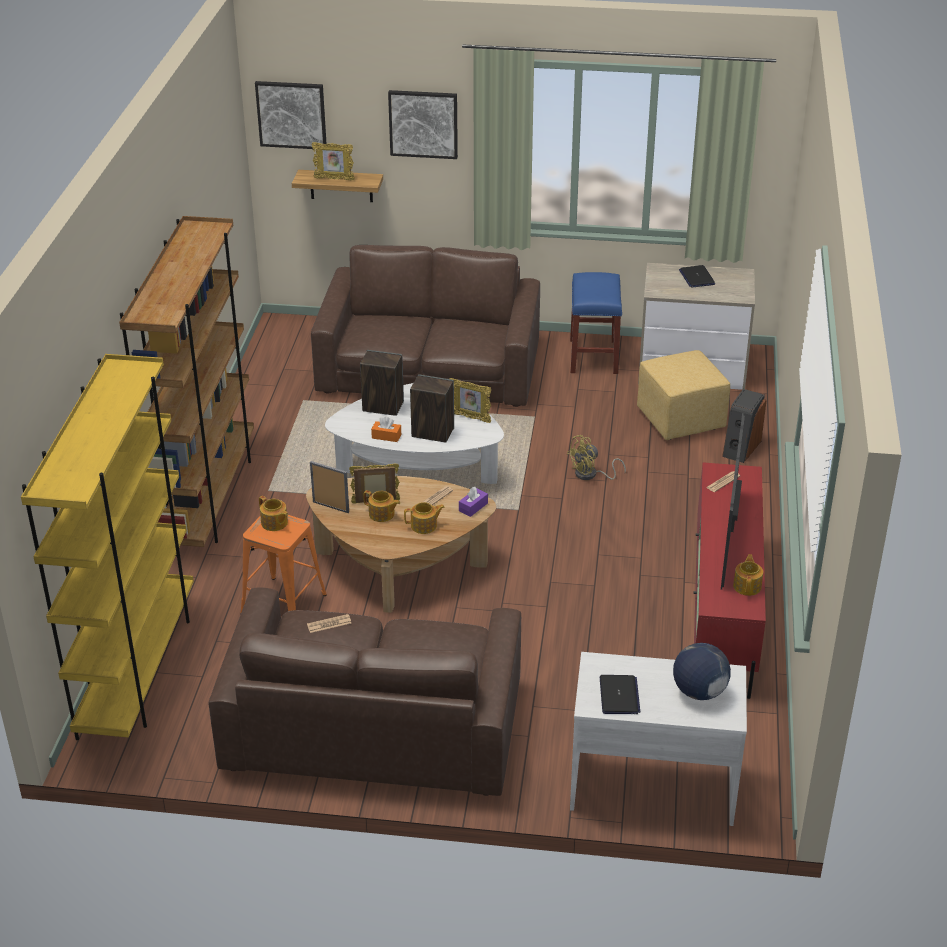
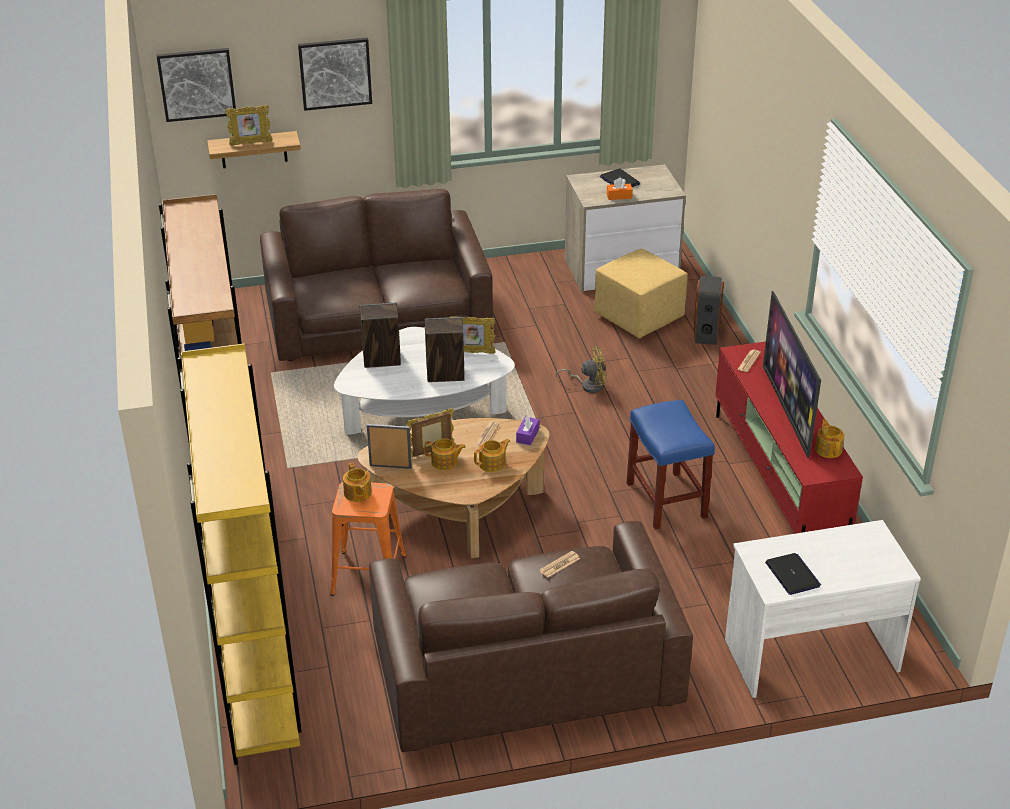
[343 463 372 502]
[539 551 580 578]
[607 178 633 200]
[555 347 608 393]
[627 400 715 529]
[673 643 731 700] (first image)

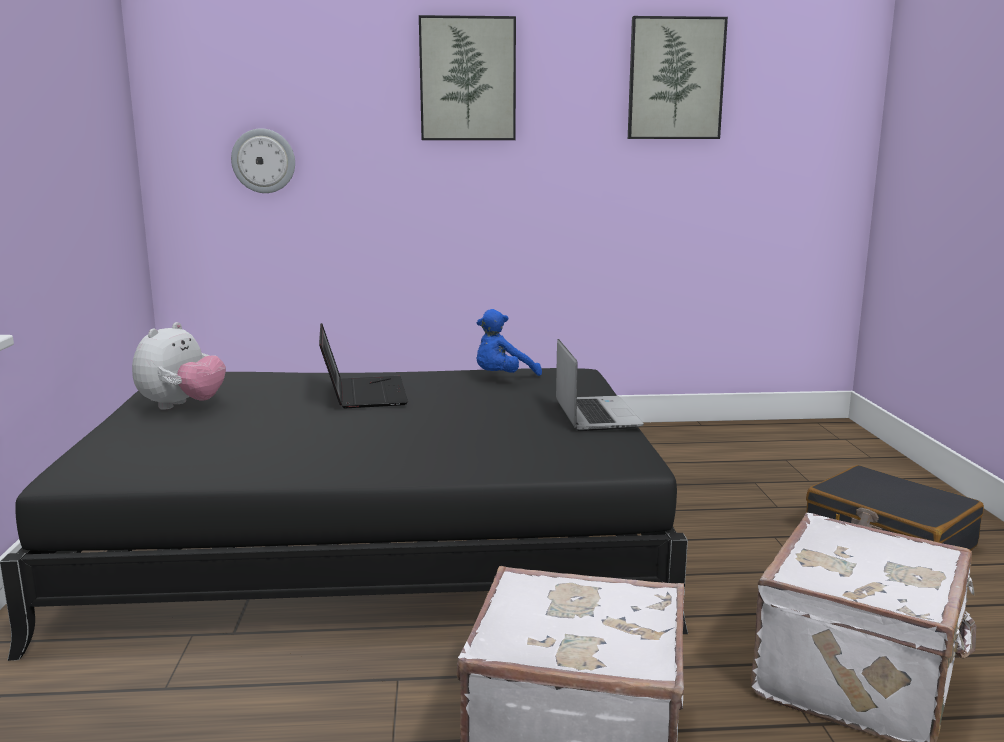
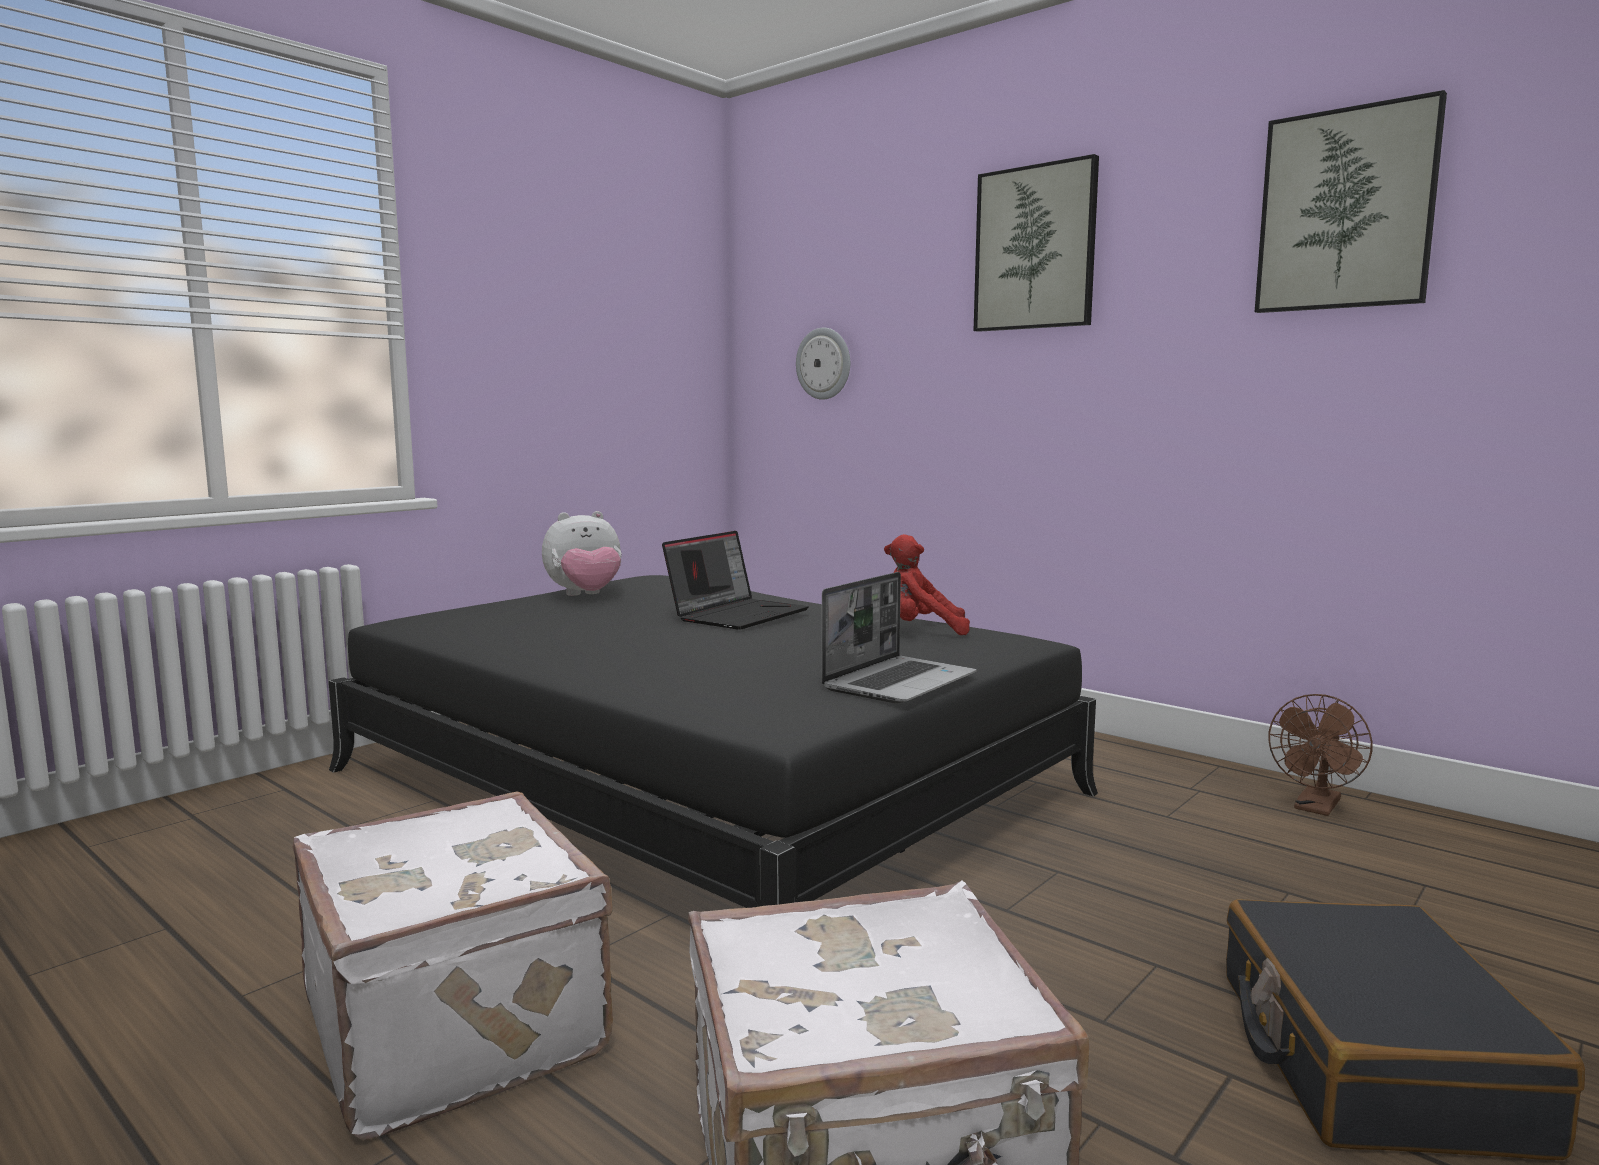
[884 534 970 635]
[1269 694 1373 816]

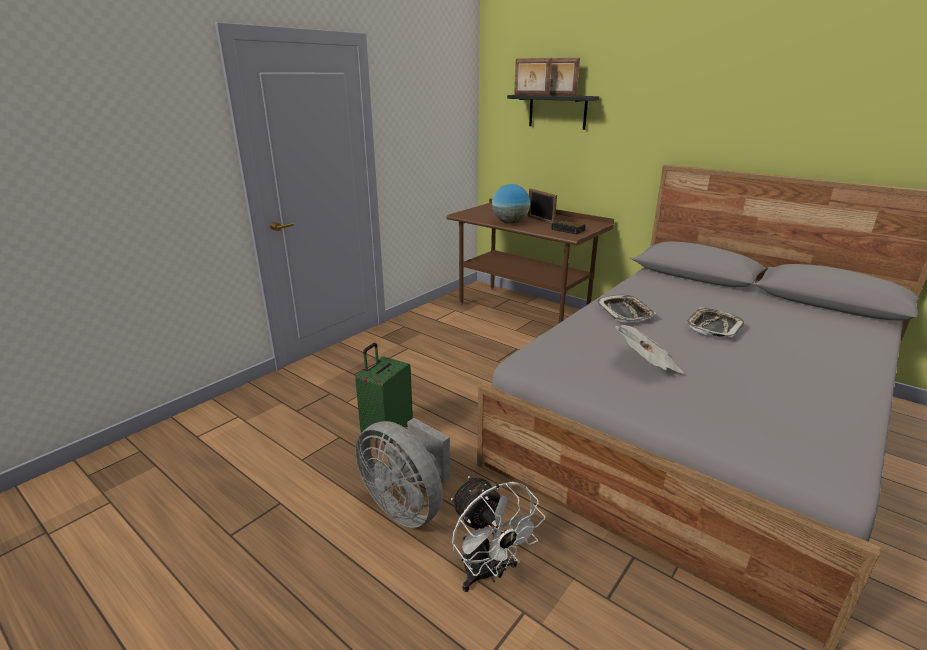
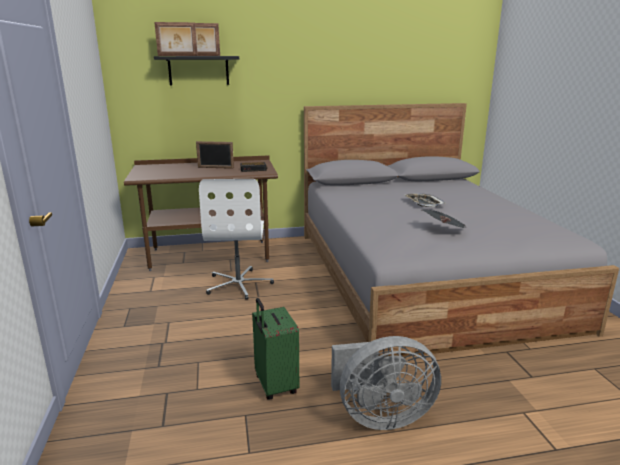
[451 476 545 592] (first image)
[492 184 530 223] (first image)
[597 295 656 322] (first image)
[199 179 274 300]

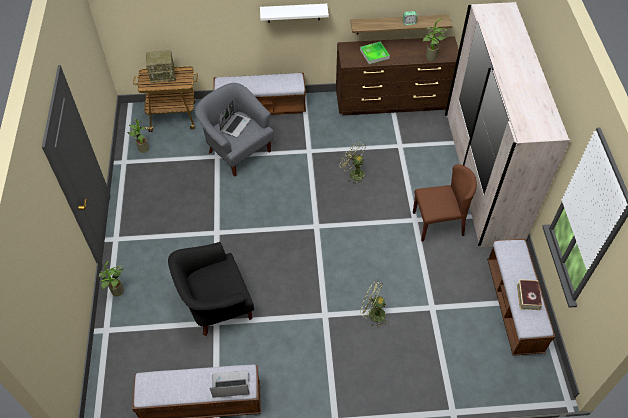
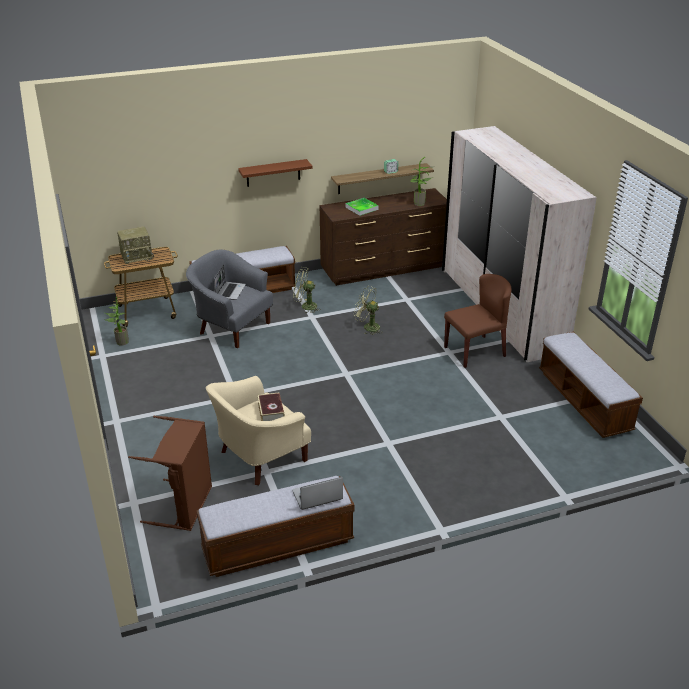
[98 261 124 296] (first image)
[206 376 311 485]
[238 159 312 187]
[293 267 321 314]
[257 393 285 421]
[128 416 212 531]

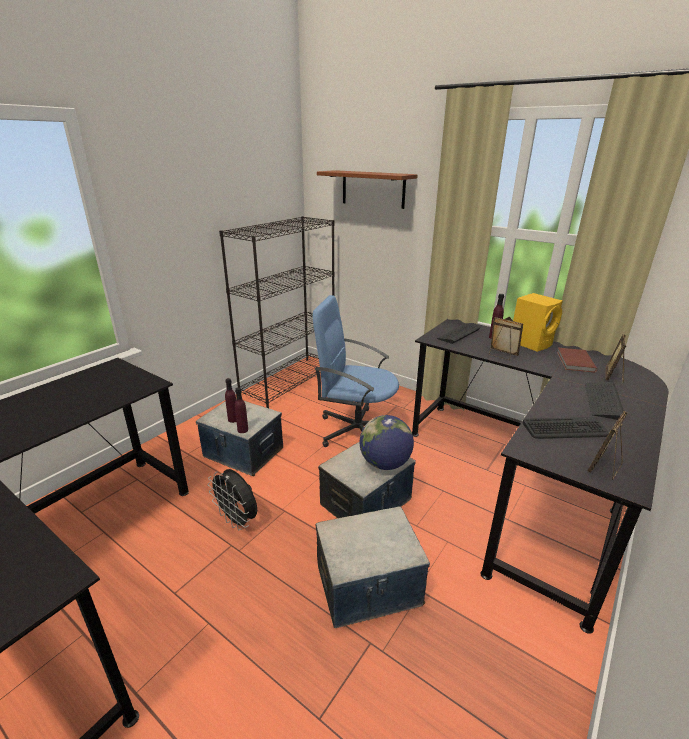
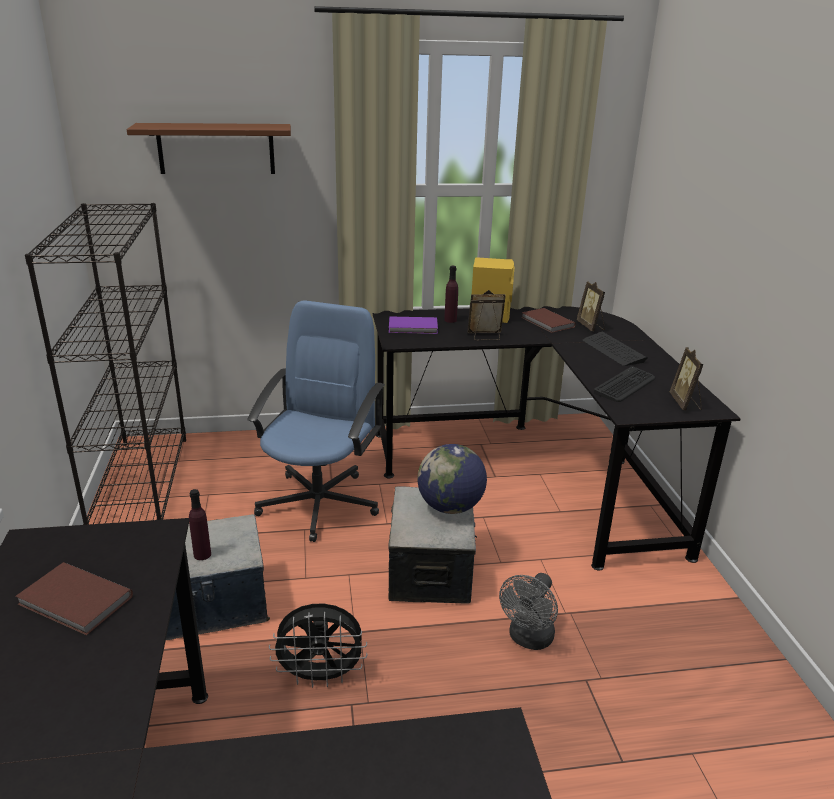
[235 387 248 433] (first image)
[247 300 385 542]
[499 573 558 650]
[389 317 438 334]
[15 562 133 635]

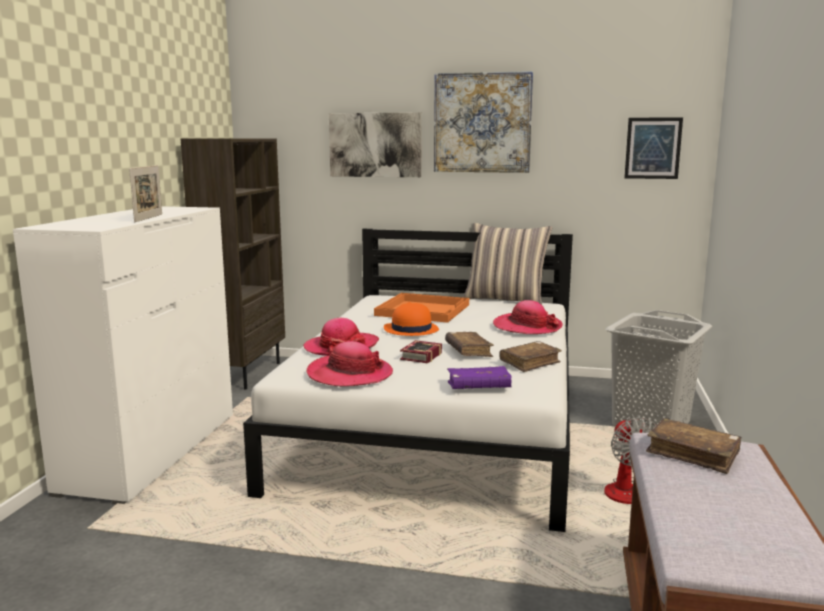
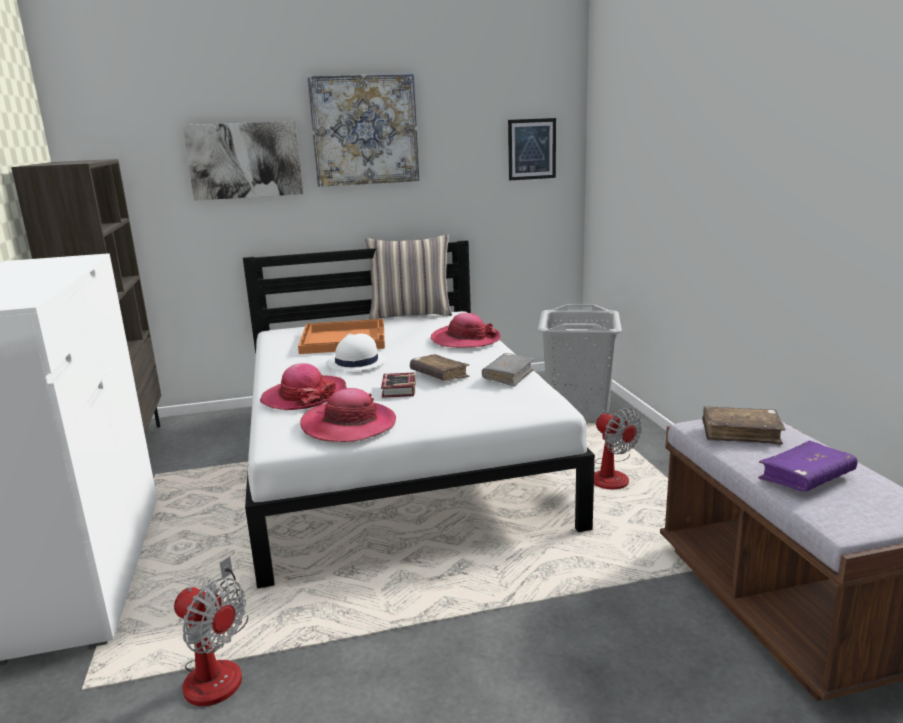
[129 165 162 222] (first image)
[326 333 387 371]
[759 441 857 492]
[482 353 534 387]
[174 556 248 706]

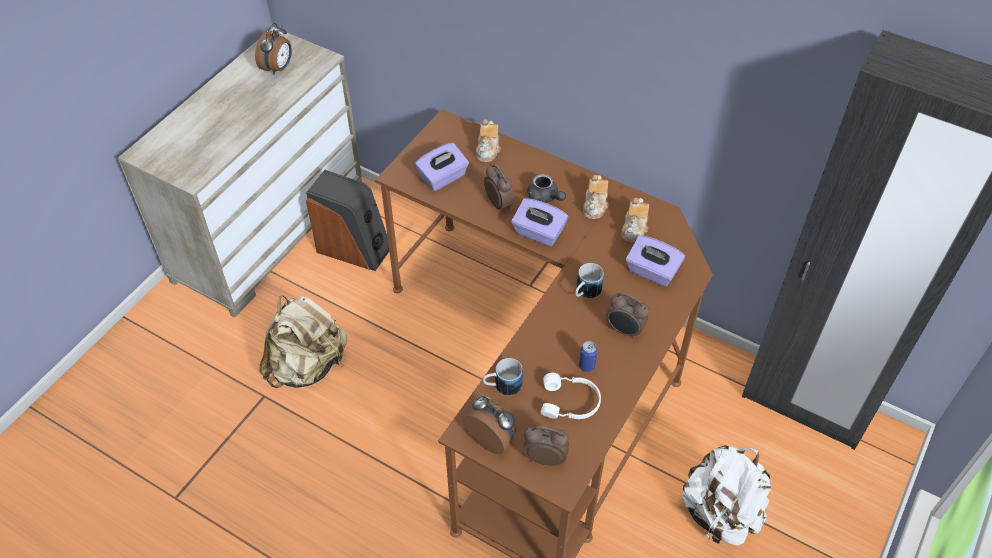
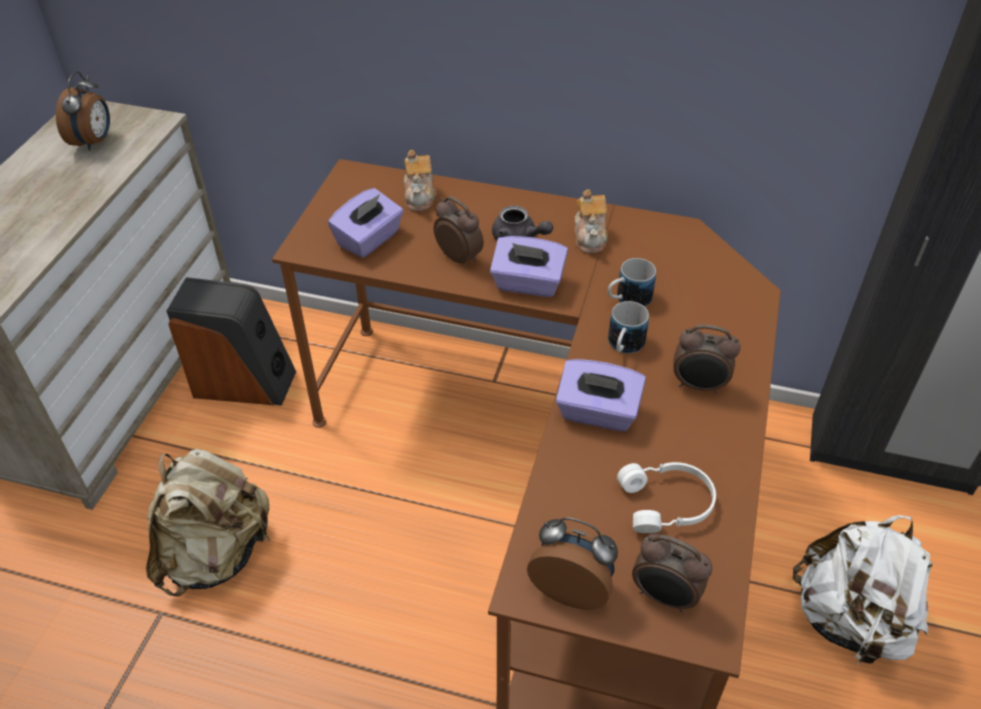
[608 258 656 307]
[632 534 712 613]
[579 341 598 372] (first image)
[621 198 649 243] (first image)
[556 359 646 432]

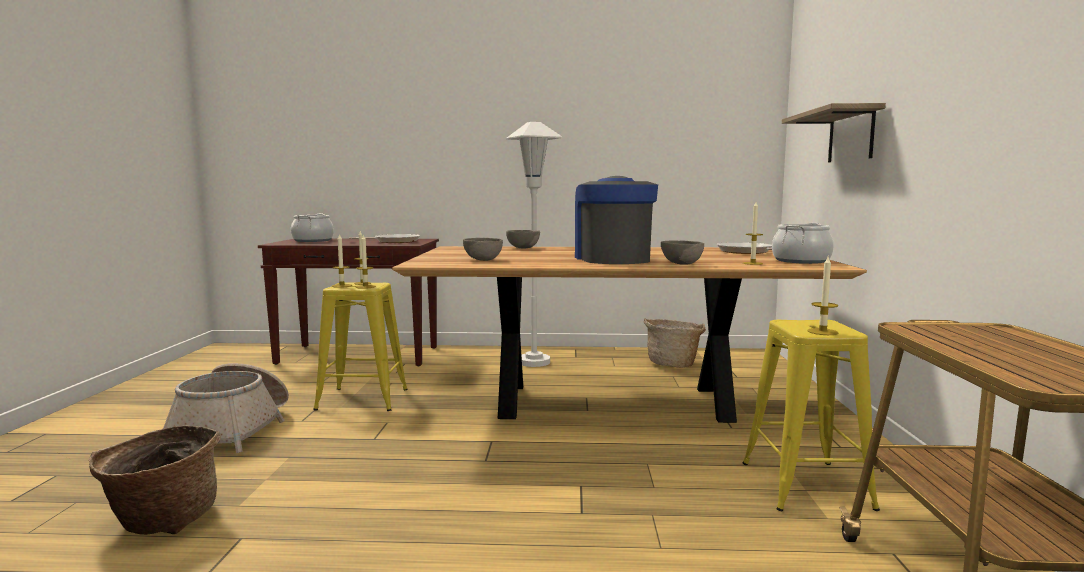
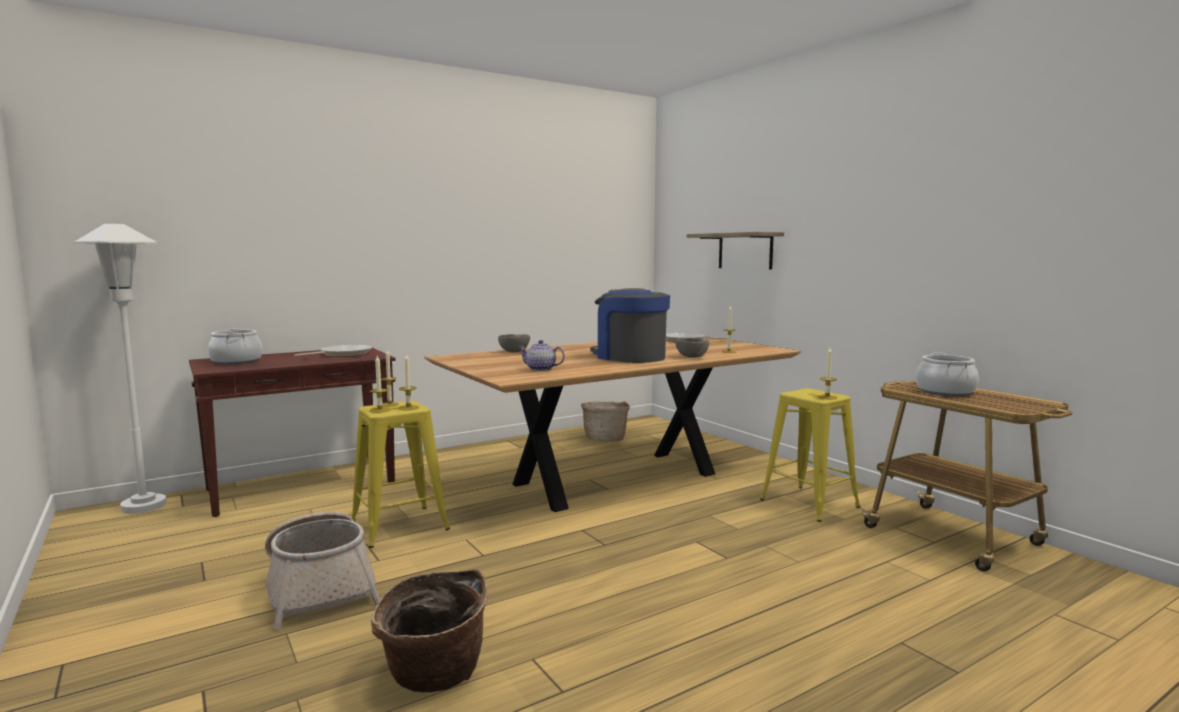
[518 340 565 371]
[74 224 166 514]
[916 352 979 396]

